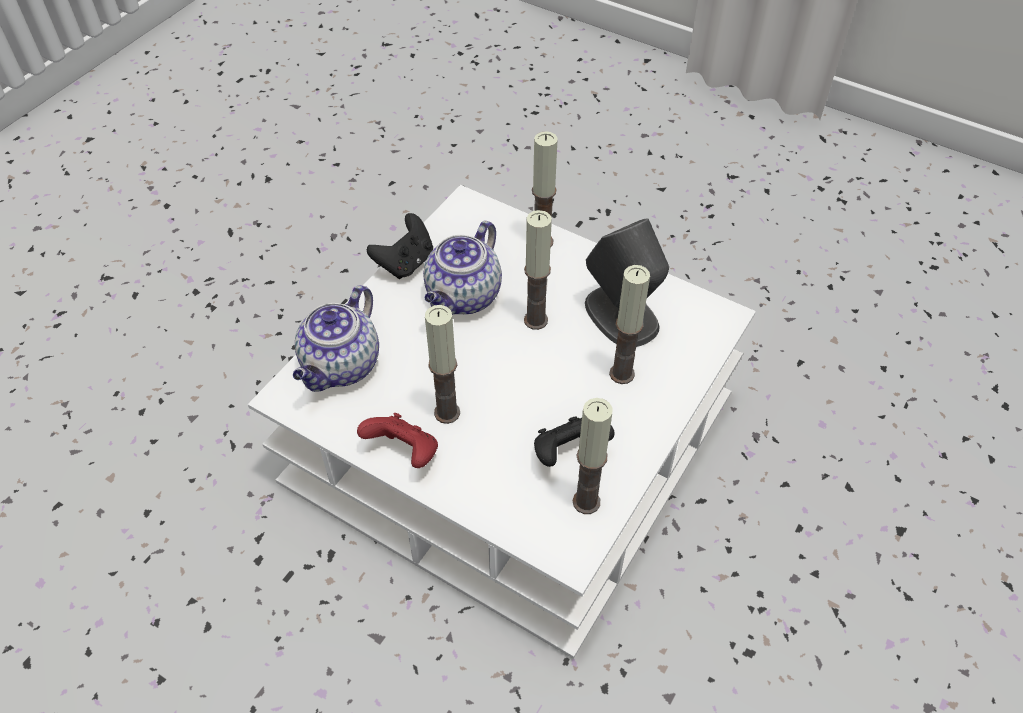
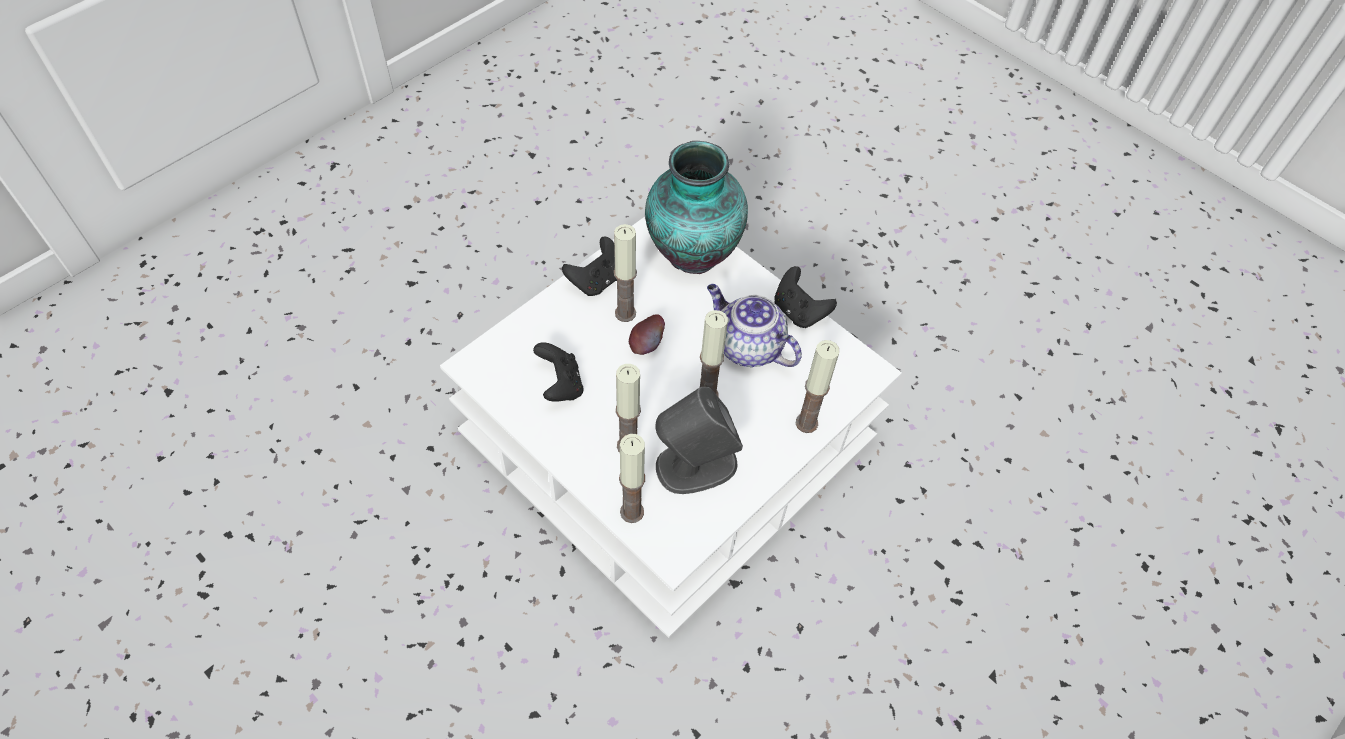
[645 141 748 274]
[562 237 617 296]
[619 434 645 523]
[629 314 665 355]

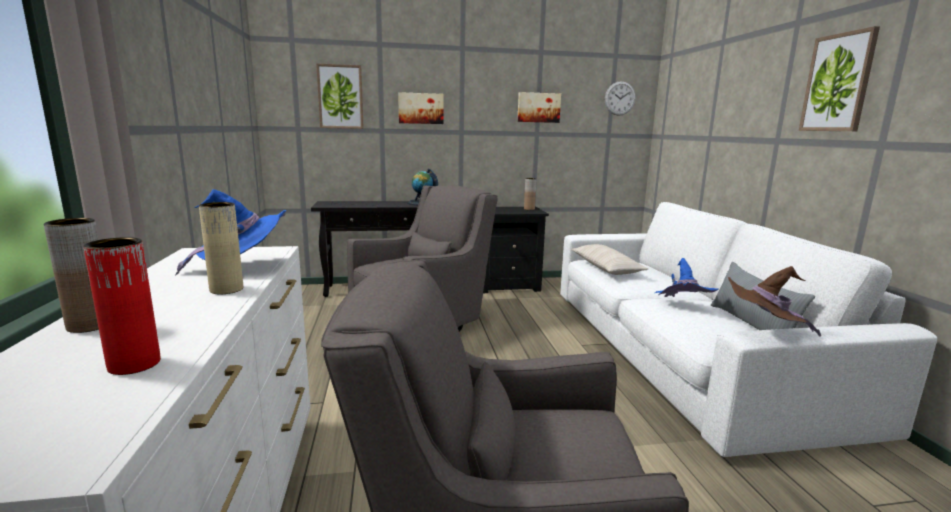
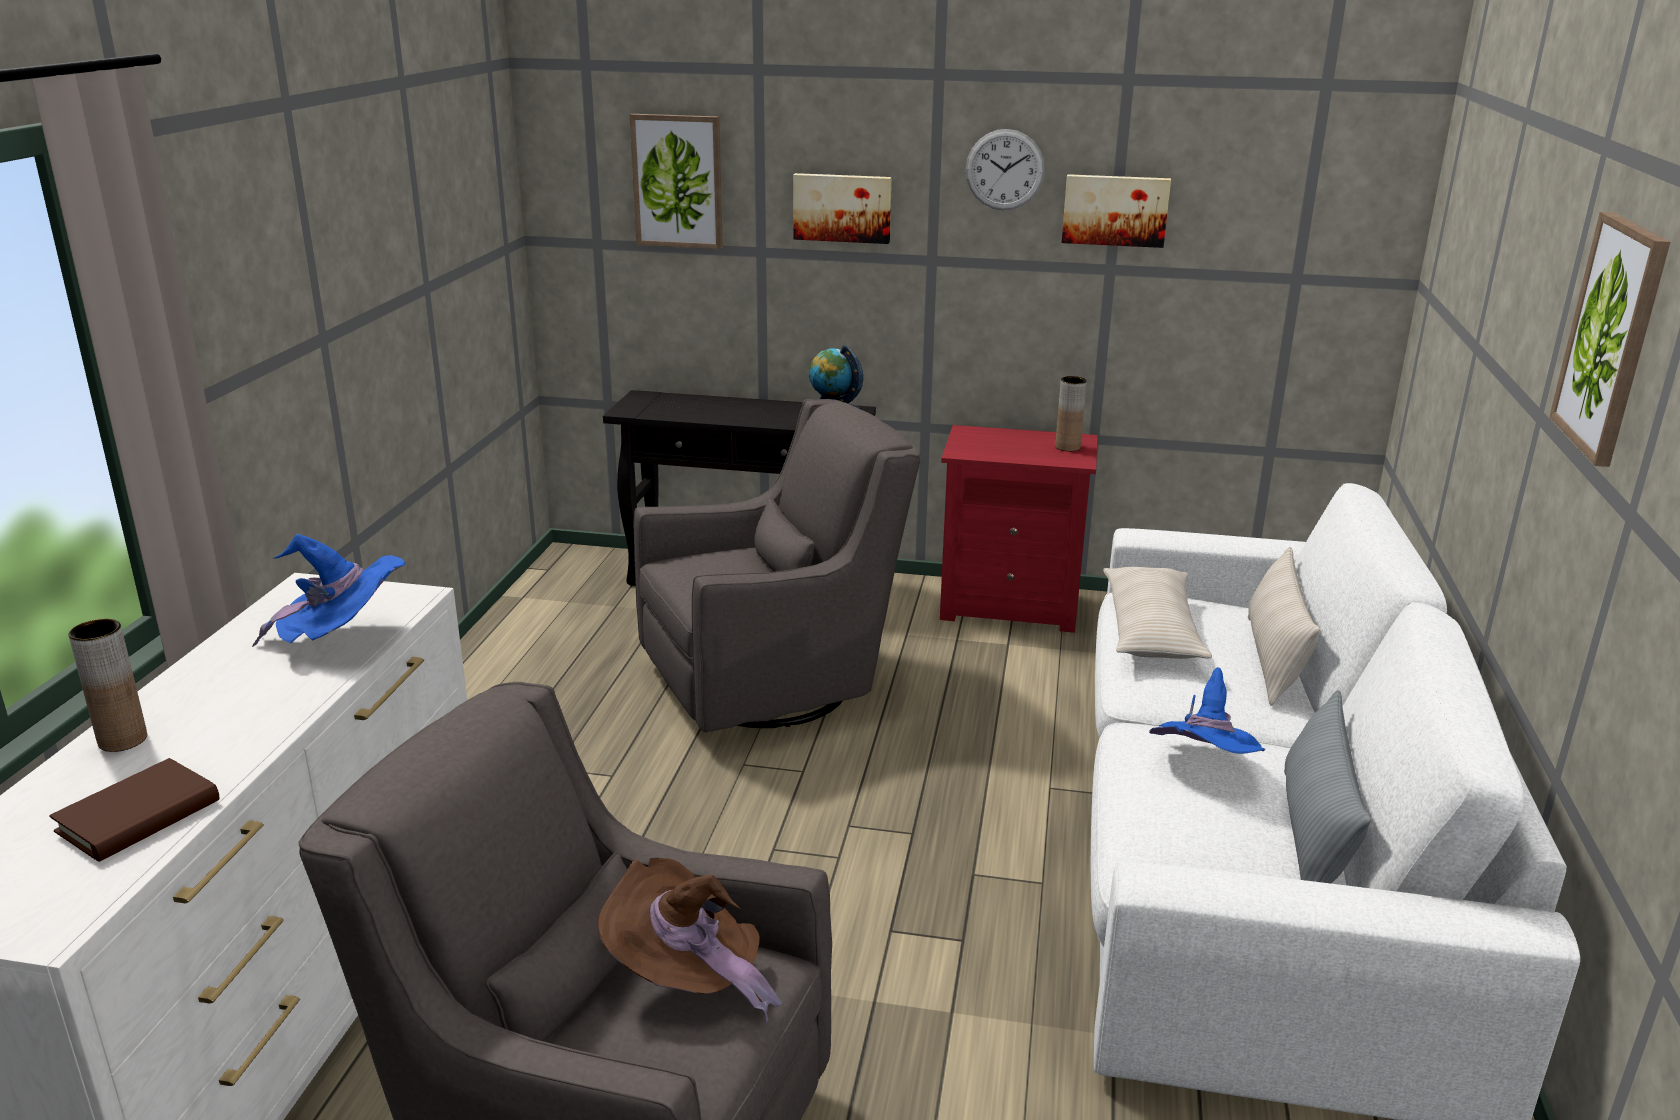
[49 758 219 862]
[199 202 243 294] (first image)
[940 425 1097 633]
[966 129 1045 210]
[598 858 782 1023]
[1248 547 1320 706]

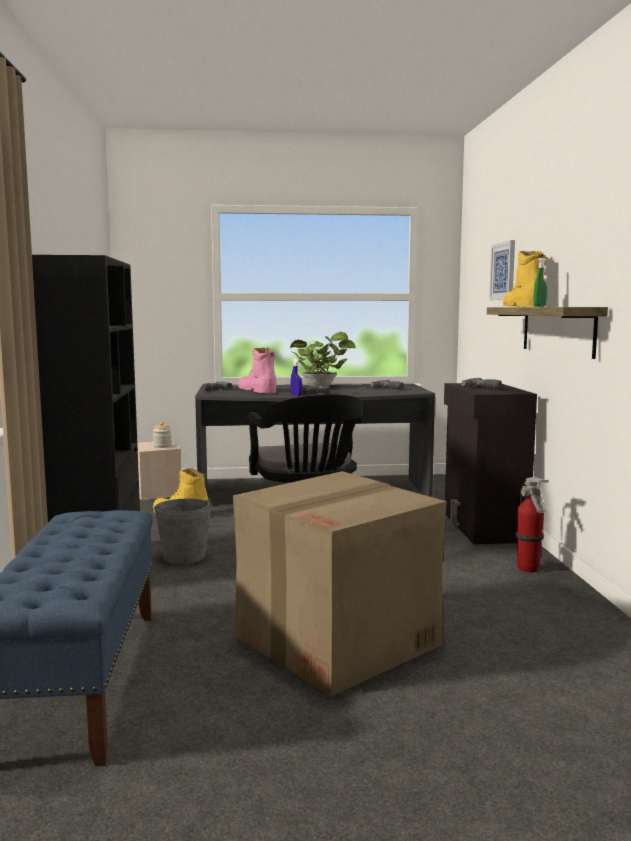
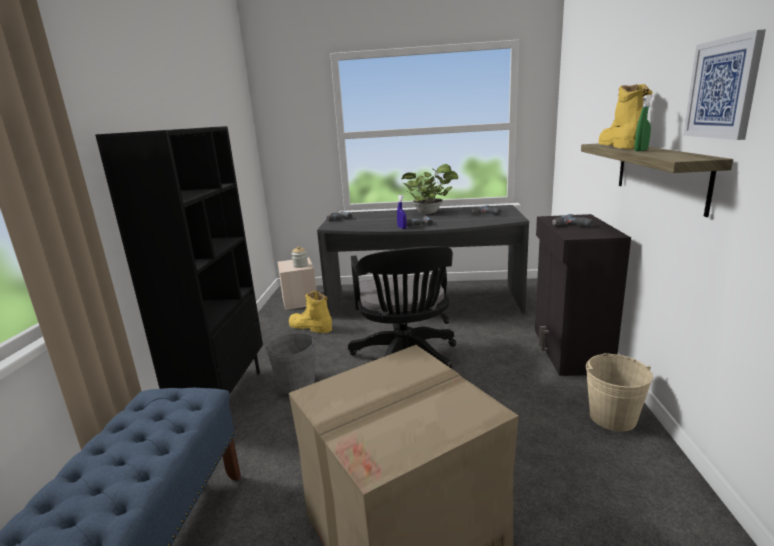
[238 347 277 393] (first image)
[683 29 766 140]
[586 353 653 432]

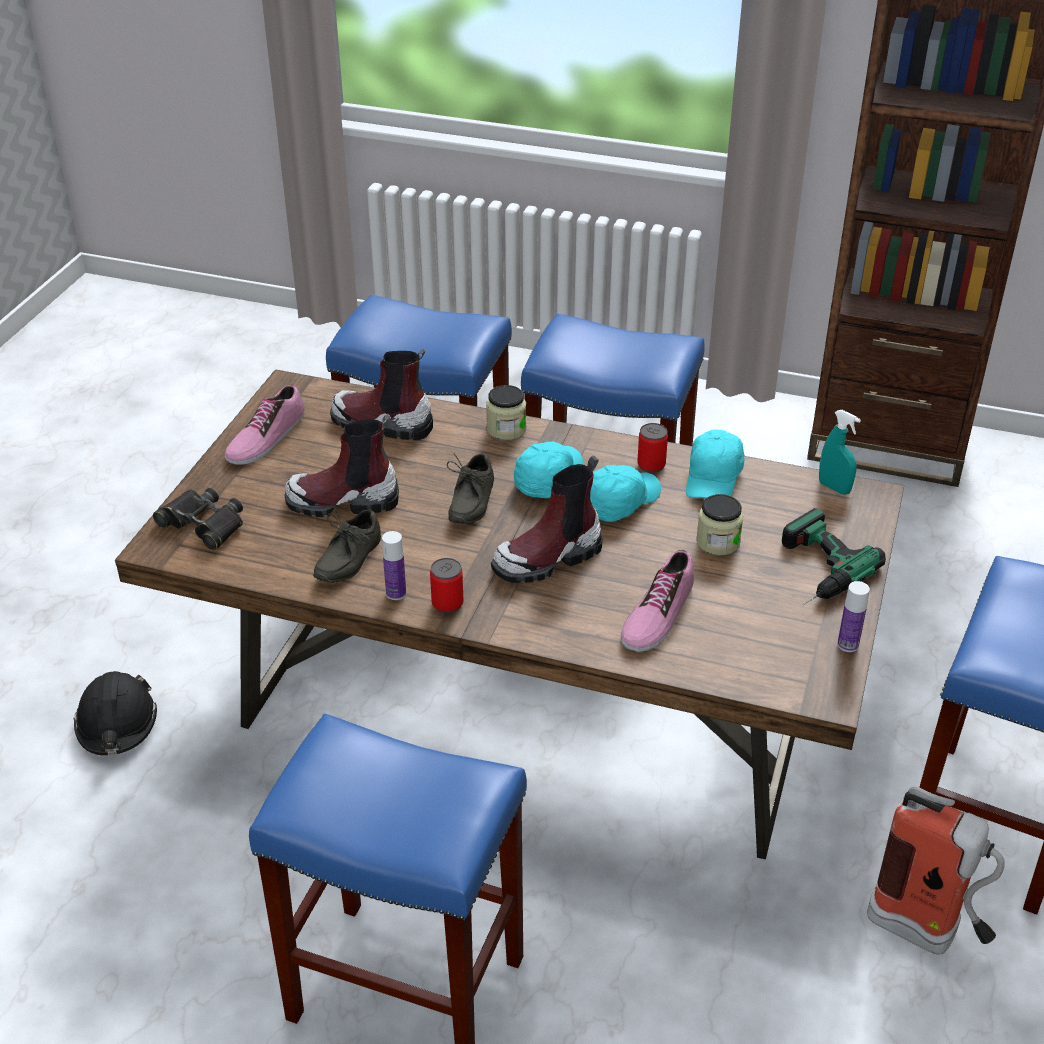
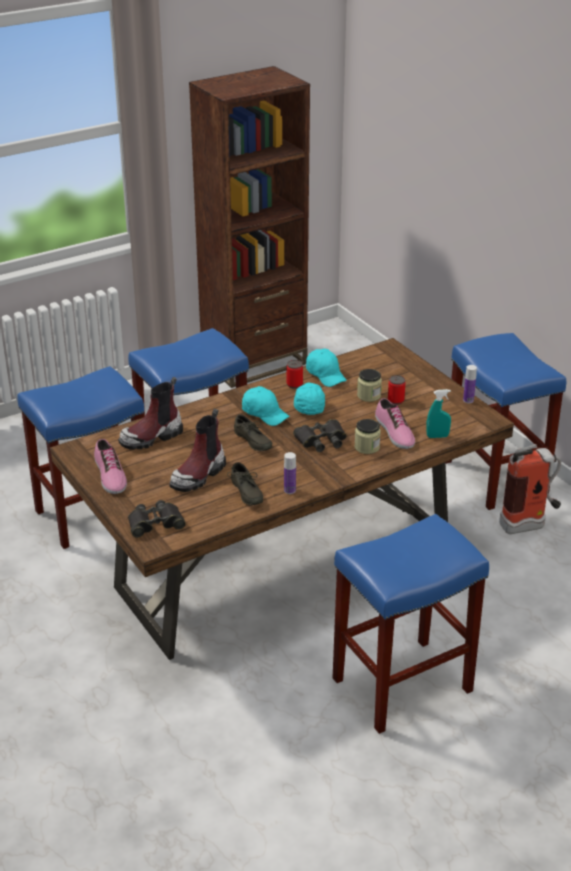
[74 671 157 755] (first image)
[388 375 406 405]
[354 419 381 454]
[293 419 347 452]
[242 386 289 426]
[782 508 886 605] (first image)
[426 389 451 438]

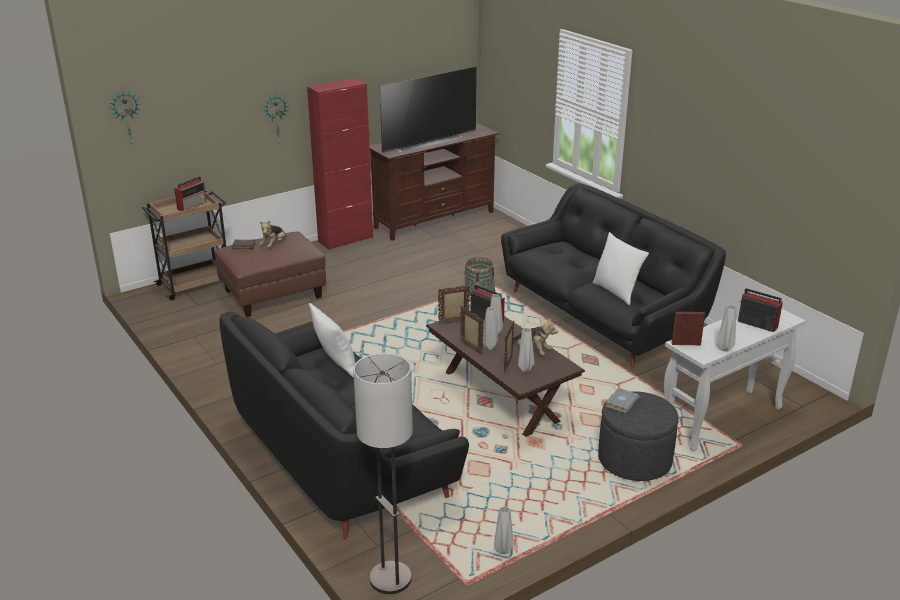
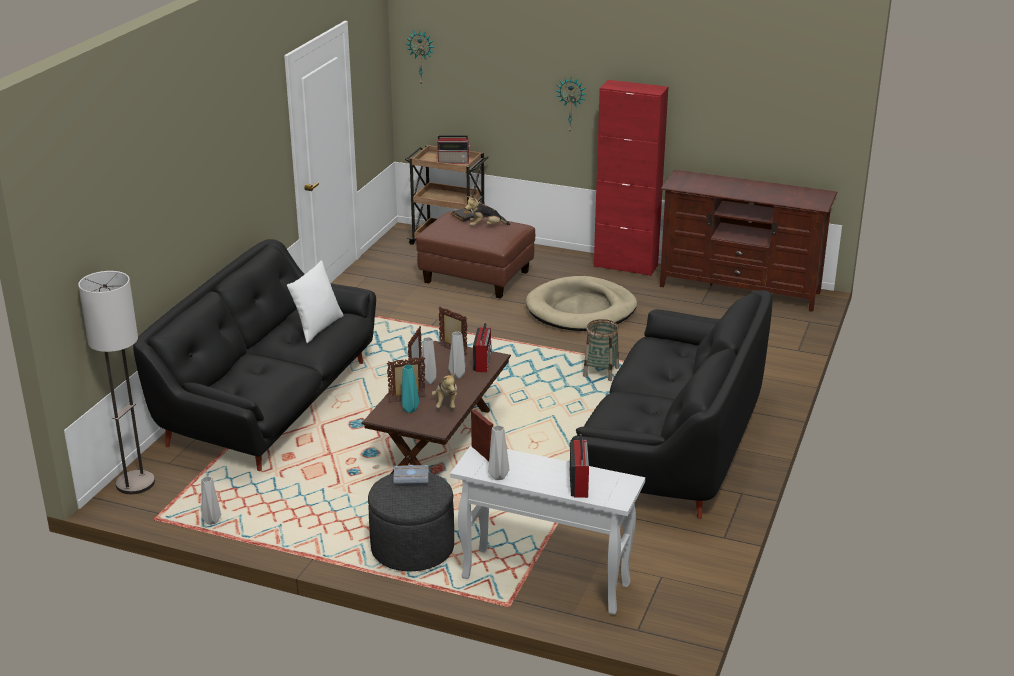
[380 67 477 153] (first image)
[401 365 419 413]
[593 232 649 305] (first image)
[526 276 637 331]

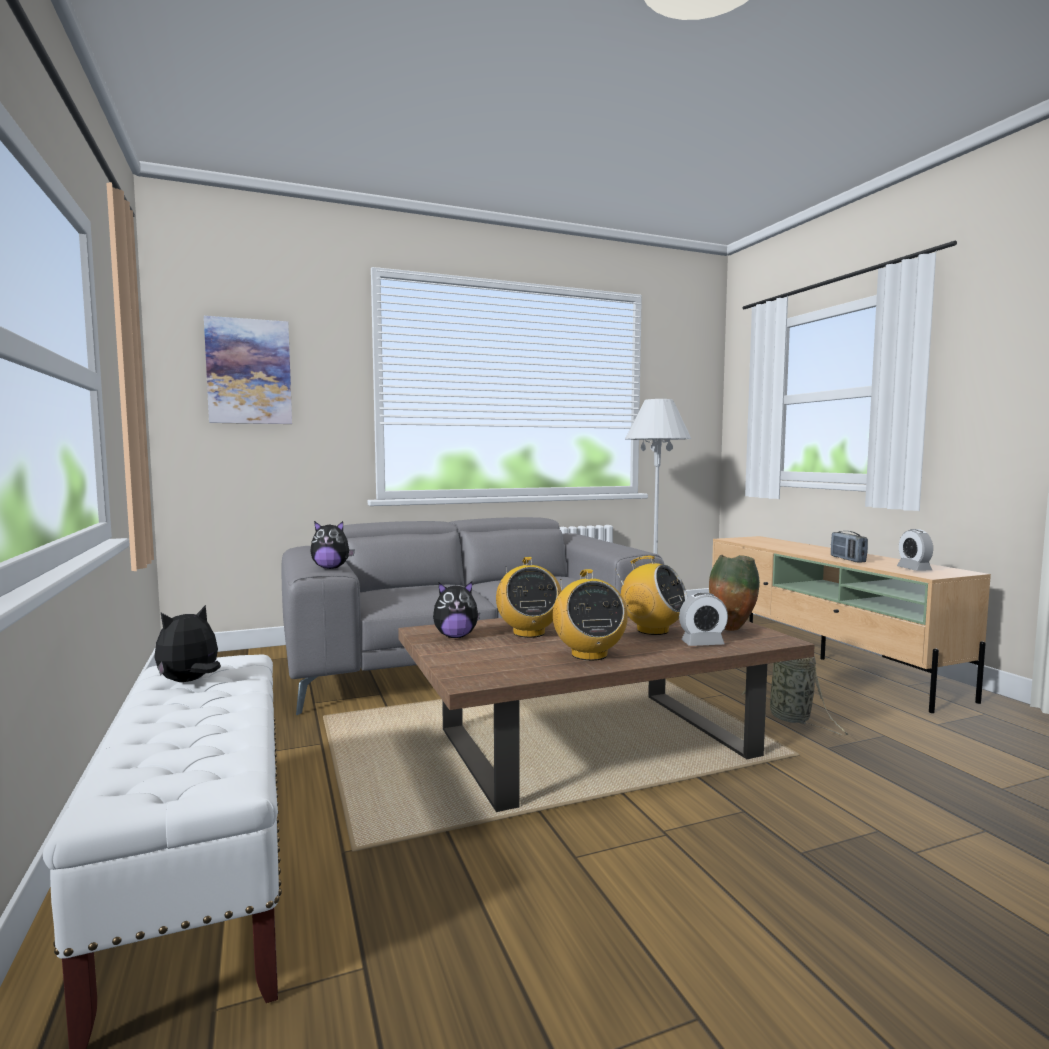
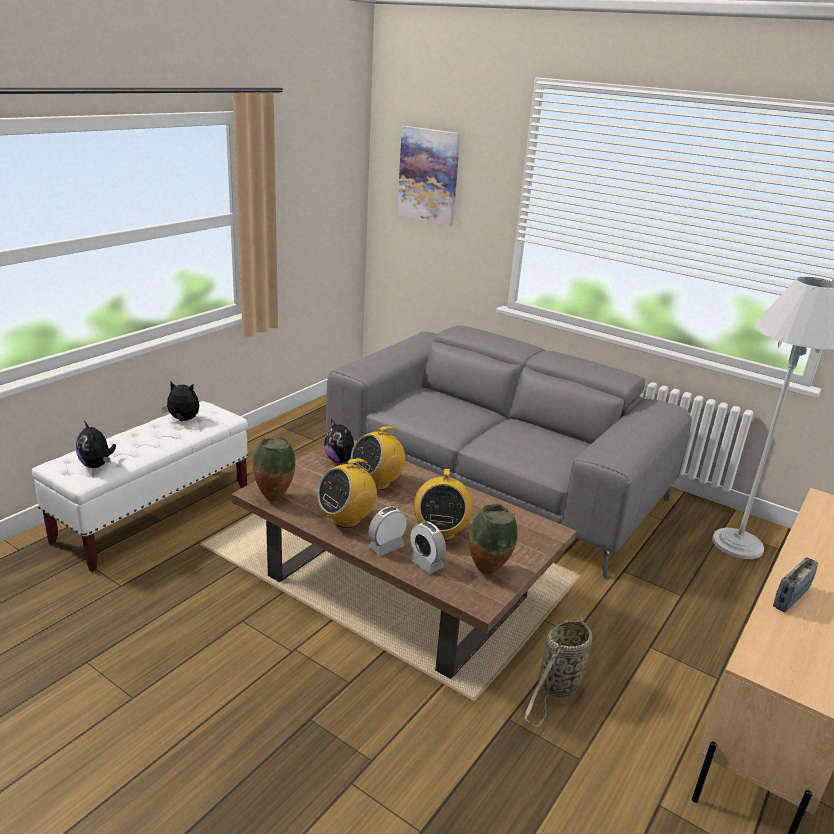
[76 421 116 468]
[368 507 407 556]
[253 436 296 501]

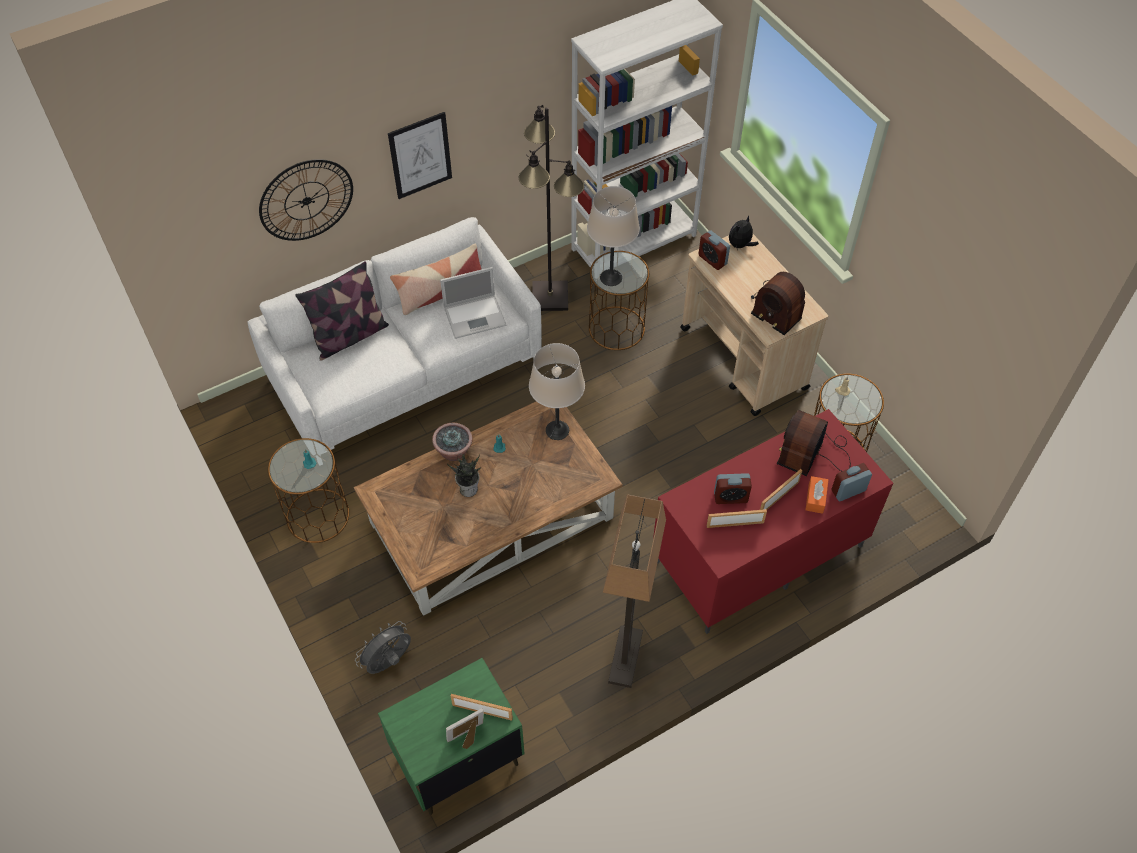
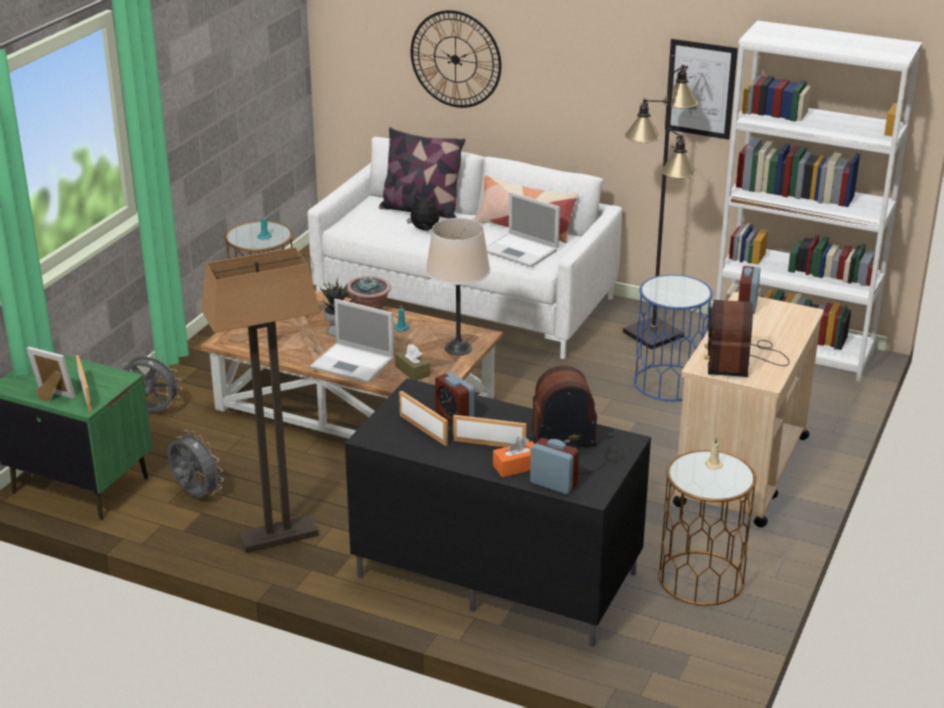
[665 39 738 140]
[587 186 640 286] (first image)
[634 274 713 401]
[345 378 651 647]
[407 195 439 231]
[167 430 224 498]
[310 299 394 383]
[395 344 430 381]

